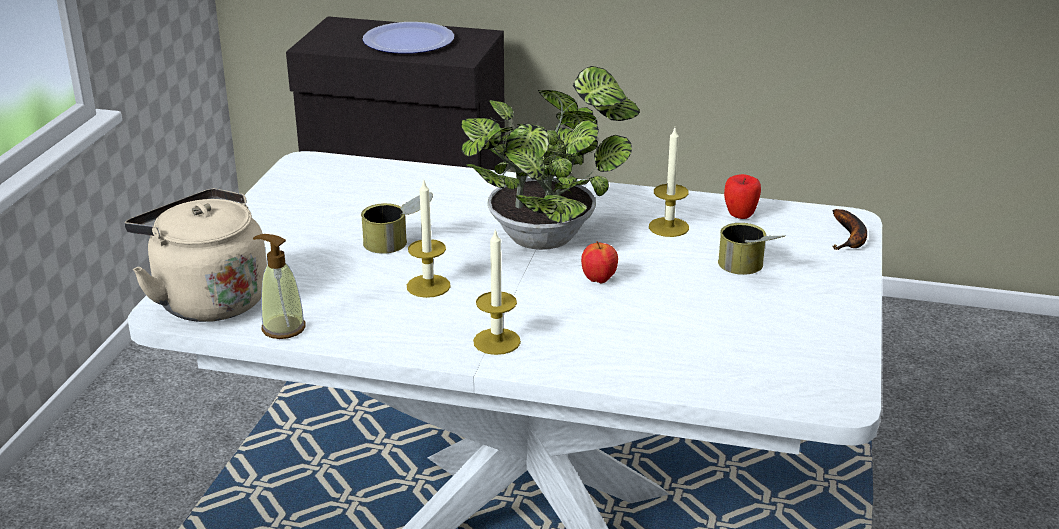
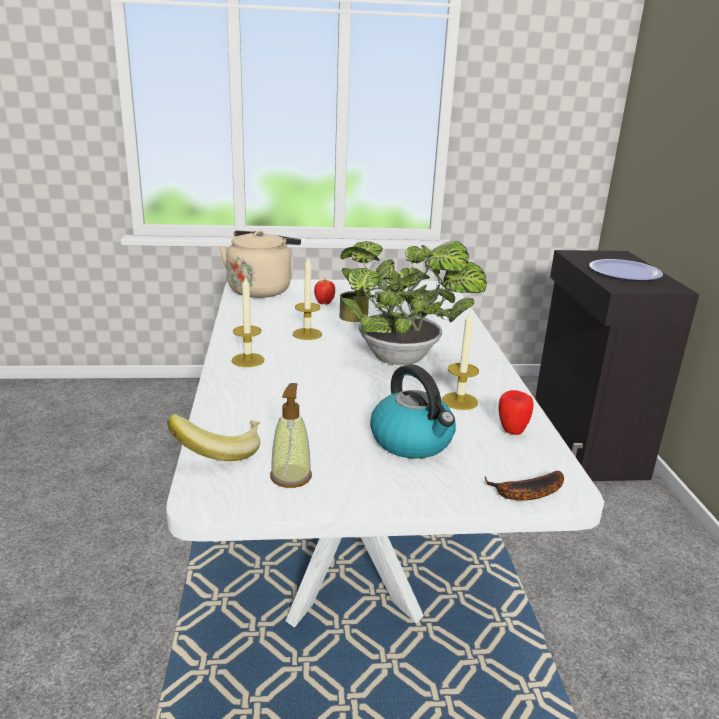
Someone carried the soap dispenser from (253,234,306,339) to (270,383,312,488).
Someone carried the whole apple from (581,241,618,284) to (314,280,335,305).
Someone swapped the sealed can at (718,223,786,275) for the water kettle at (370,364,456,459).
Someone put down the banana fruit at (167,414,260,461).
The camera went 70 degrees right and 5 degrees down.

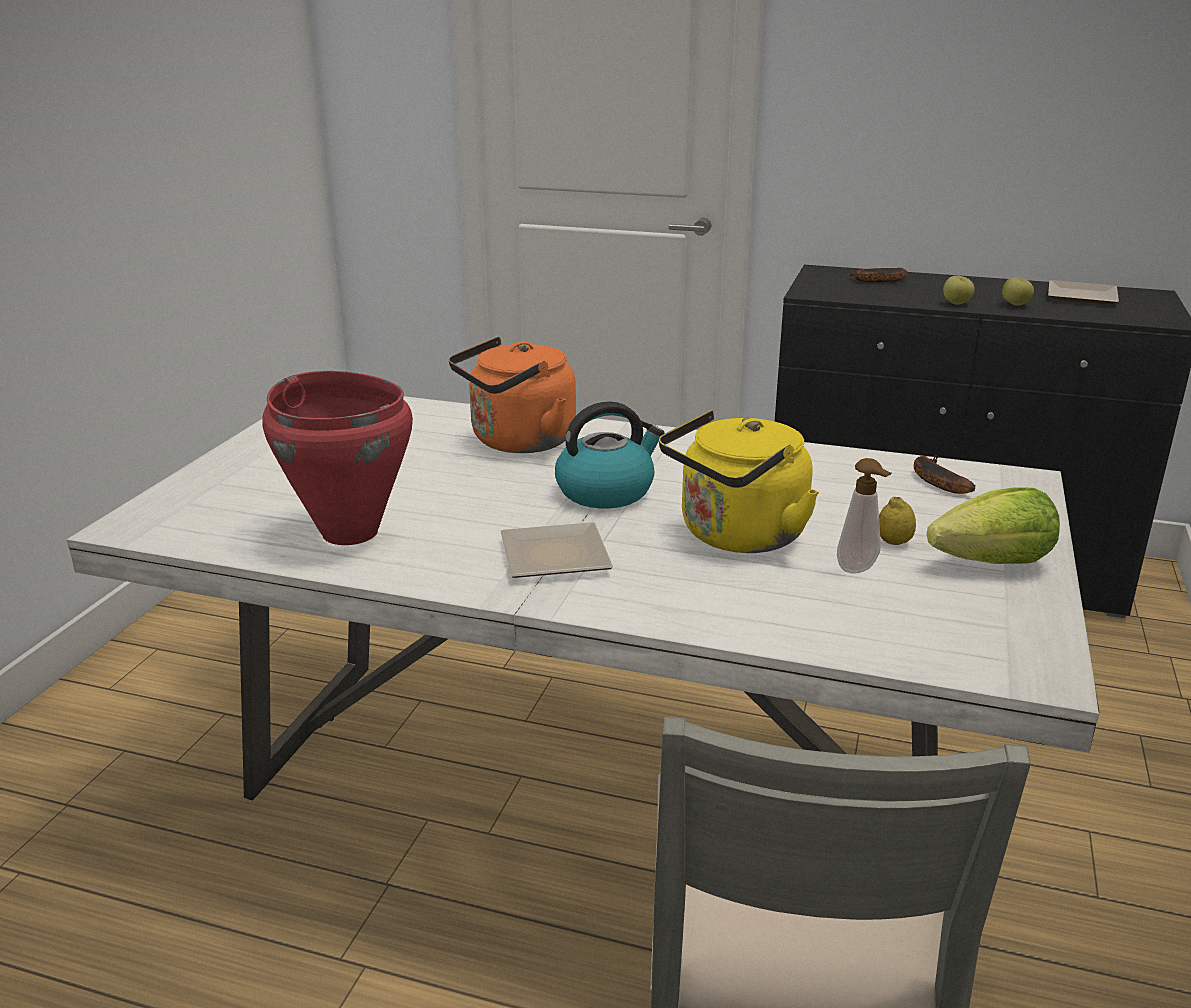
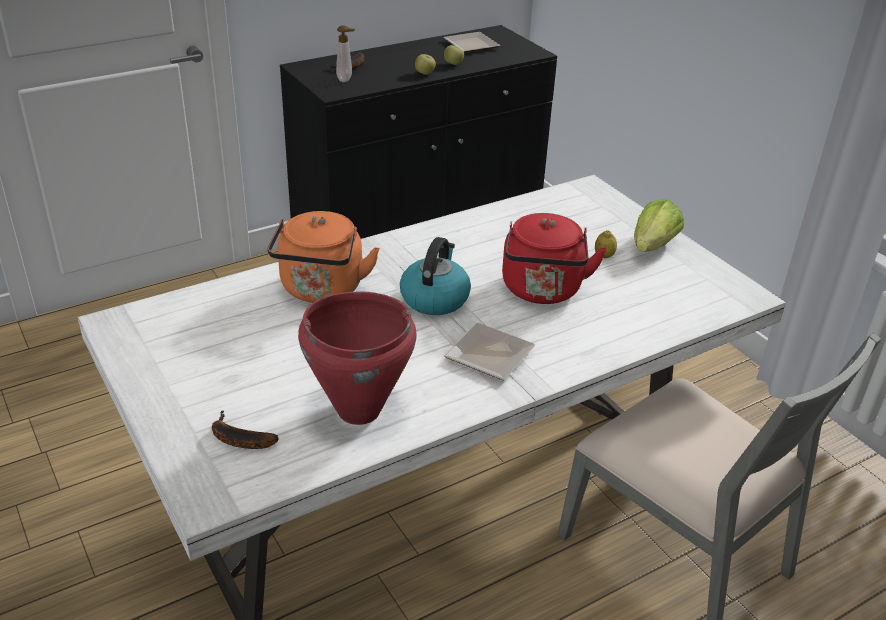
Someone repainted the yellowish water kettle at (659,410,819,553), which became the reddish water kettle at (502,213,607,304).
Someone carried the soap dispenser from (837,458,892,574) to (336,25,355,82).
Someone carried the banana fruit from (914,455,976,494) to (212,410,279,449).
The camera went 50 degrees left and 10 degrees up.

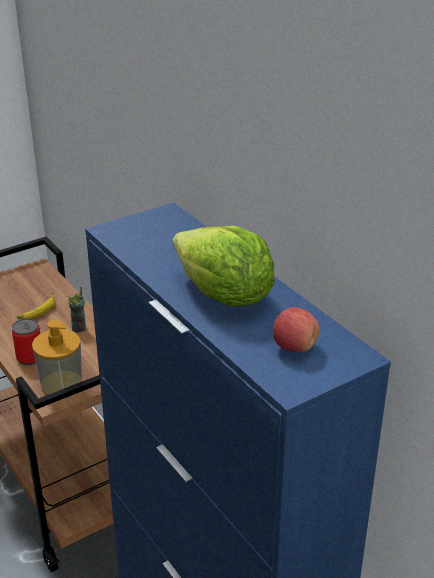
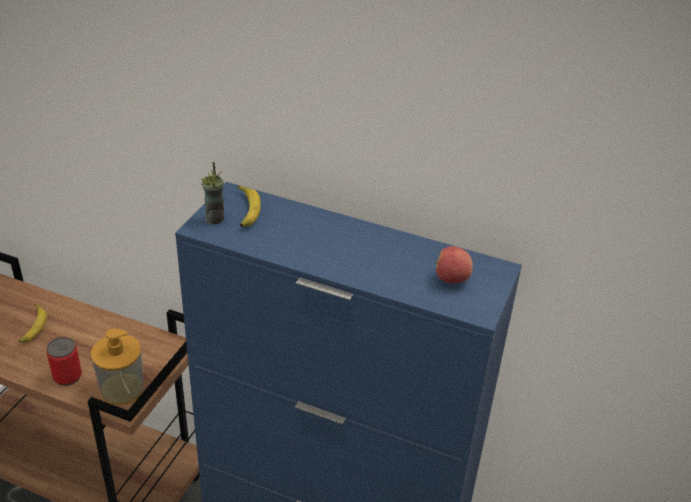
Someone carried the small cup from (68,287,86,333) to (200,162,224,224).
Someone took away the lettuce head at (173,226,275,307).
Someone put down the banana fruit at (238,185,261,227).
The camera went 35 degrees left and 5 degrees up.

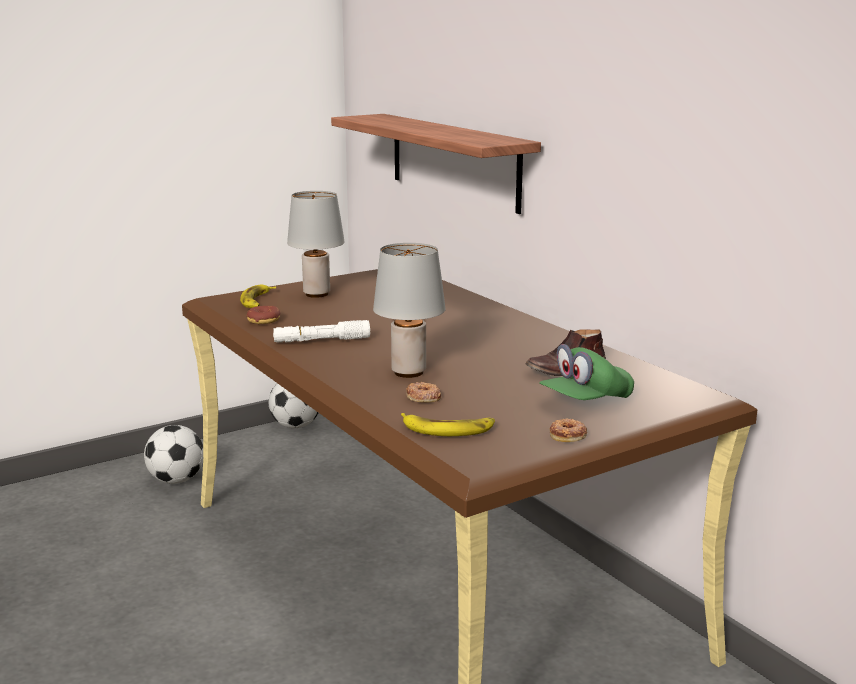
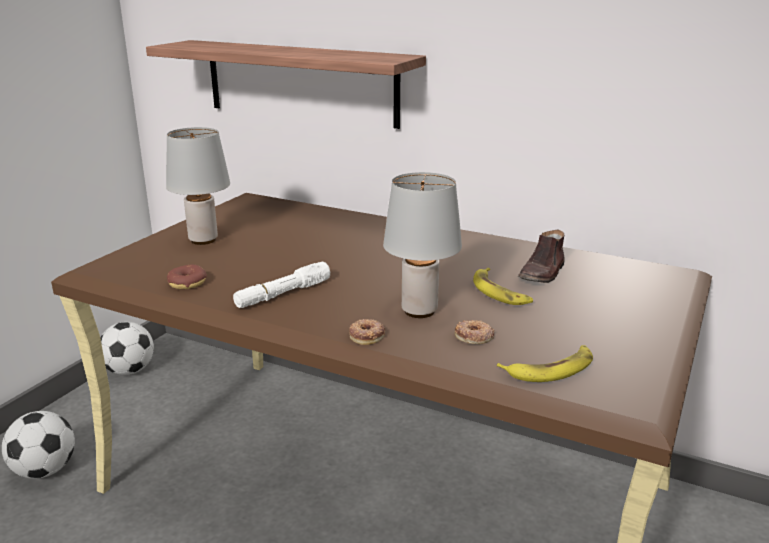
Someone carried the banana fruit from (240,285,276,308) to (473,268,533,305).
Someone took away the greenish baseball cap at (539,344,634,400).
Someone carried the ring doughnut from (550,418,587,442) to (349,319,385,345).
The camera went 30 degrees left and 5 degrees up.

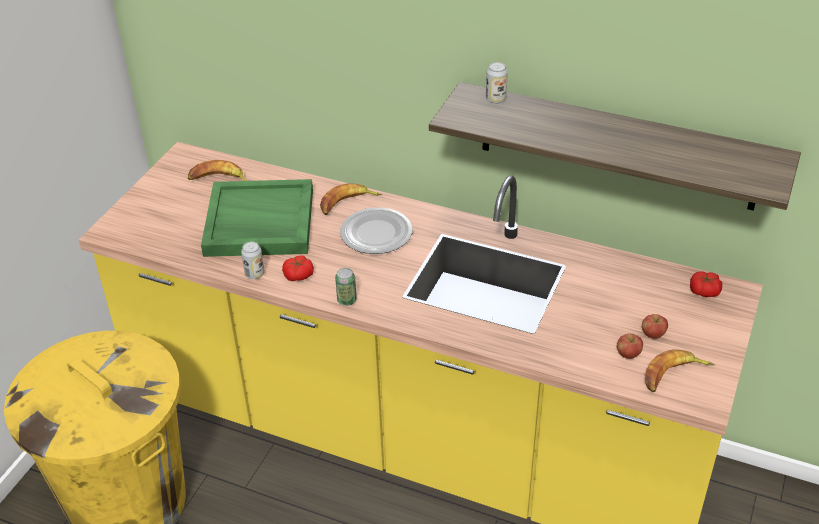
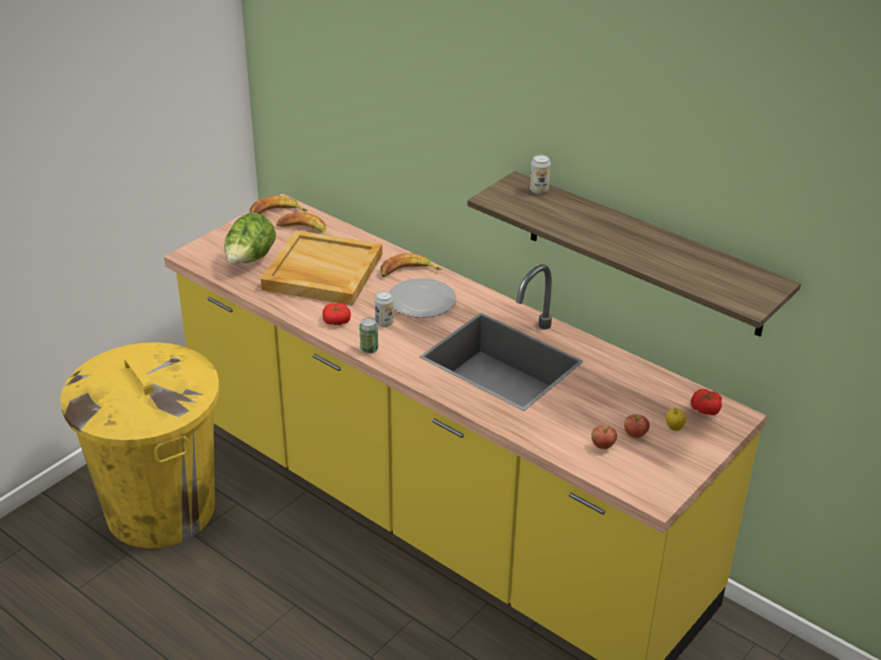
Someone repainted the greenish serving tray at (201,179,313,257), which became the sand-coloured serving tray at (261,230,382,306).
Someone carried the sealed can from (241,242,264,279) to (375,291,394,327).
Someone carried the banana fruit from (645,350,715,392) to (250,196,307,214).
Someone put down the lettuce head at (224,213,276,264).
Someone put down the whole apple at (665,407,686,431).
The camera went 15 degrees right and 5 degrees down.

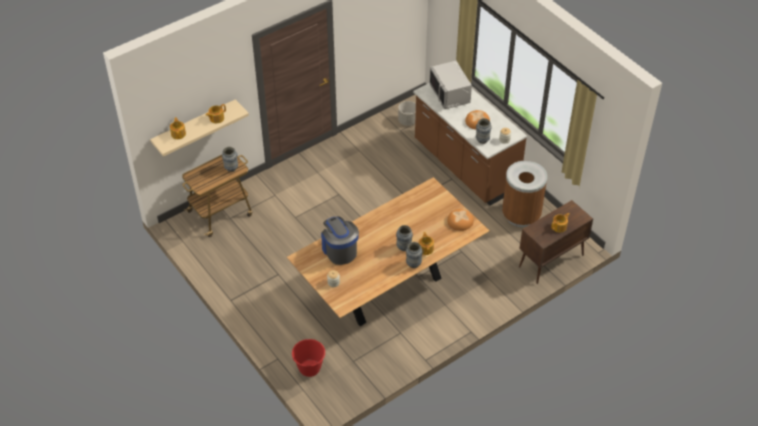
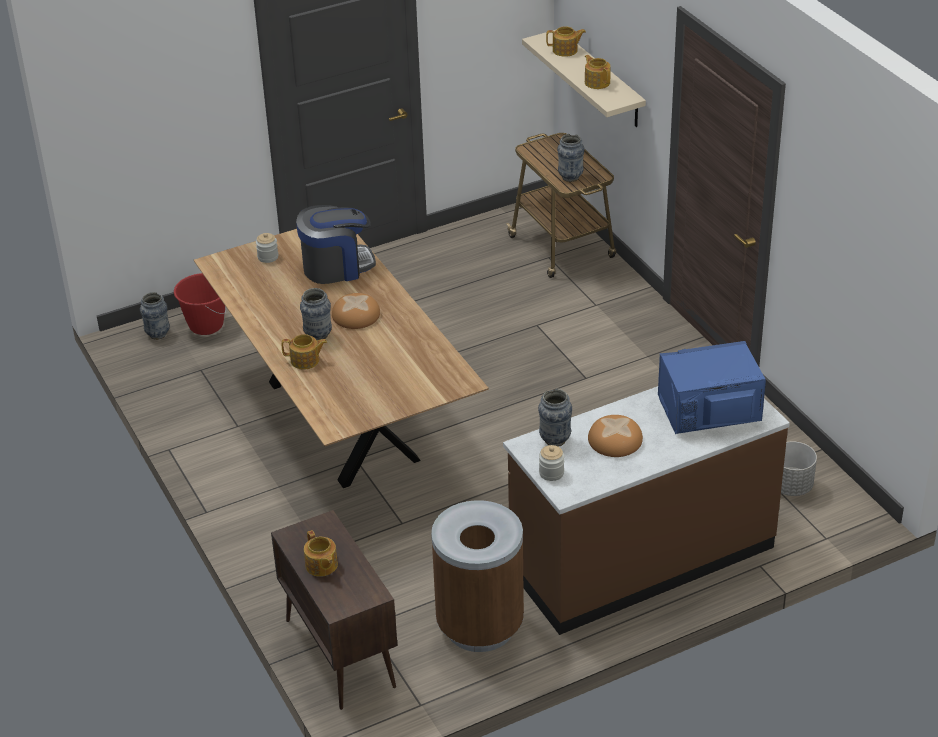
Someone carried the flower vase from (406,242,423,268) to (140,292,170,340).
Someone repainted the gray kitchen microwave at (429,61,472,109), which became the bluish kitchen microwave at (658,341,766,434).
Someone carried the bread from (447,209,474,231) to (332,293,380,329).
The camera went 100 degrees right and 10 degrees down.

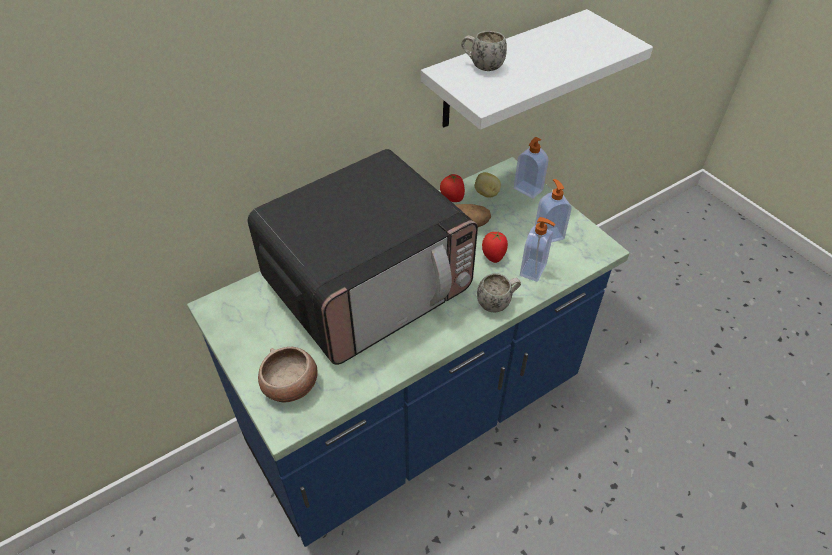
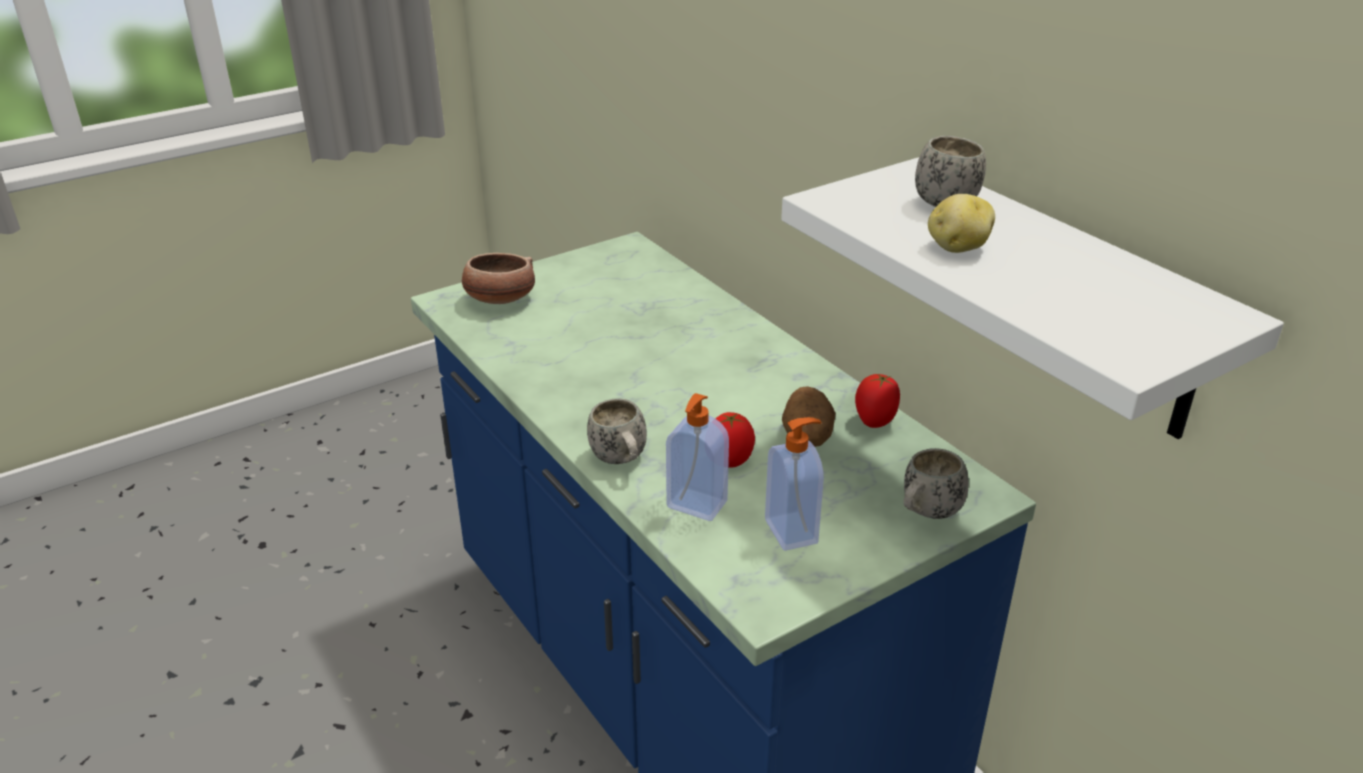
Someone took away the kitchen microwave at (248,149,478,365).
Someone carried the spud from (475,172,501,198) to (928,194,995,253).
Someone swapped the soap dispenser at (514,137,549,199) for the white-coloured mug at (904,448,969,519).
The camera went 90 degrees right and 15 degrees down.

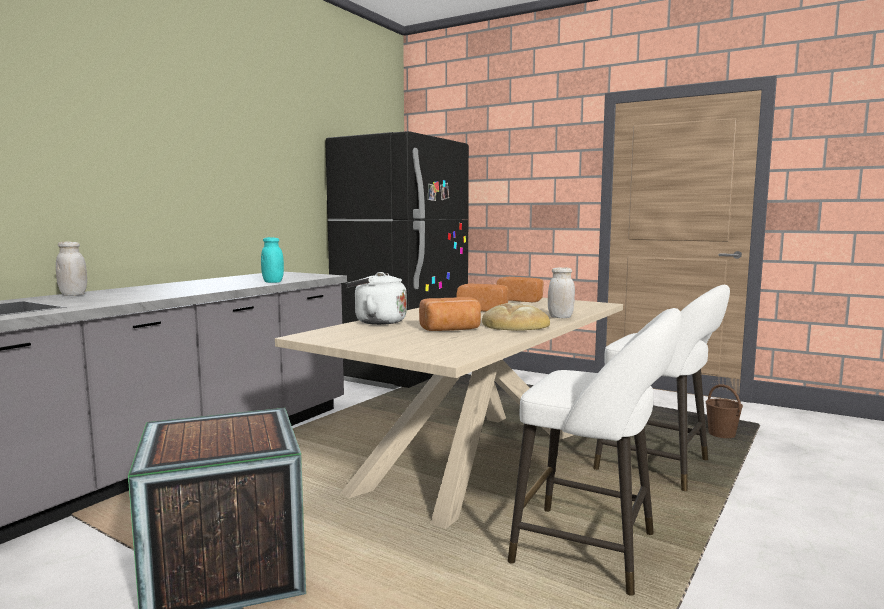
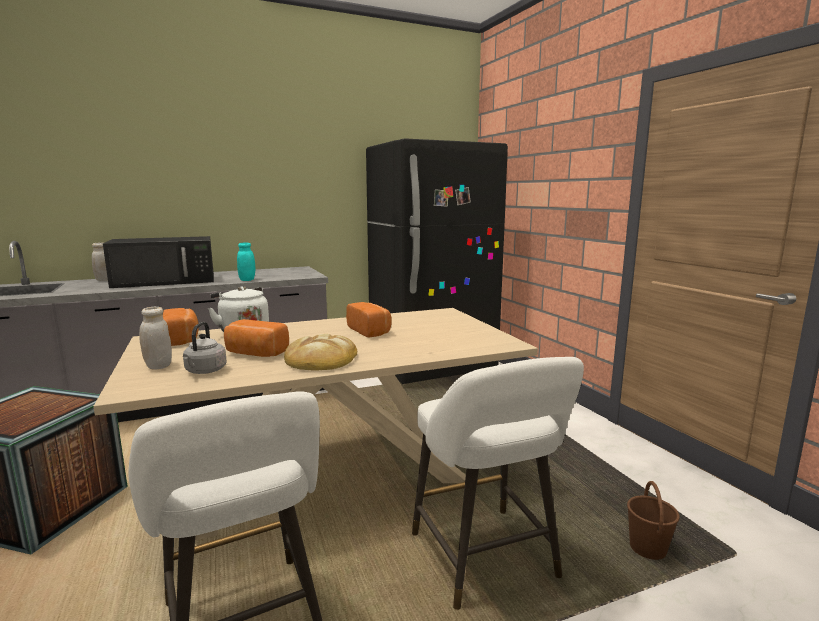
Someone carried the bread from (496,277,543,302) to (163,308,199,346).
Someone carried the white-coloured storage jar from (548,267,575,318) to (139,307,172,369).
Someone put down the black kitchen microwave at (103,236,214,288).
Someone put down the gray water kettle at (183,322,227,374).
The camera went 35 degrees right and 5 degrees up.

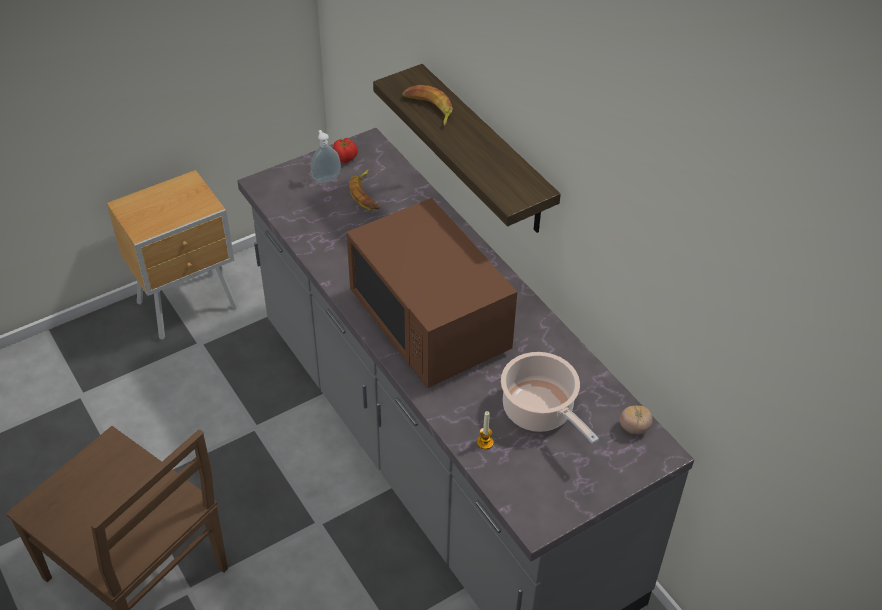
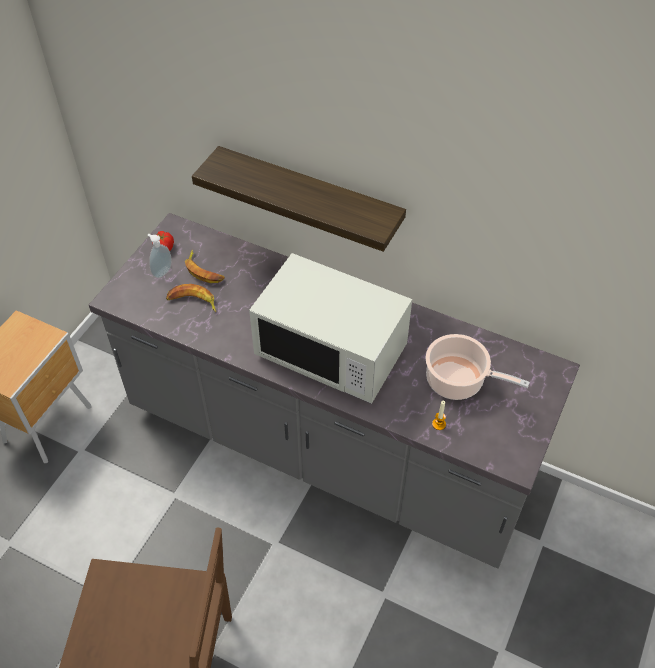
Someone repainted the brown-coloured kitchen microwave at (347,198,517,388), which became the white-coloured kitchen microwave at (249,253,412,404).
Someone carried the banana fruit from (402,85,453,126) to (166,284,216,312).
Someone took away the tomato at (620,406,653,434).
The camera went 30 degrees left and 5 degrees up.

